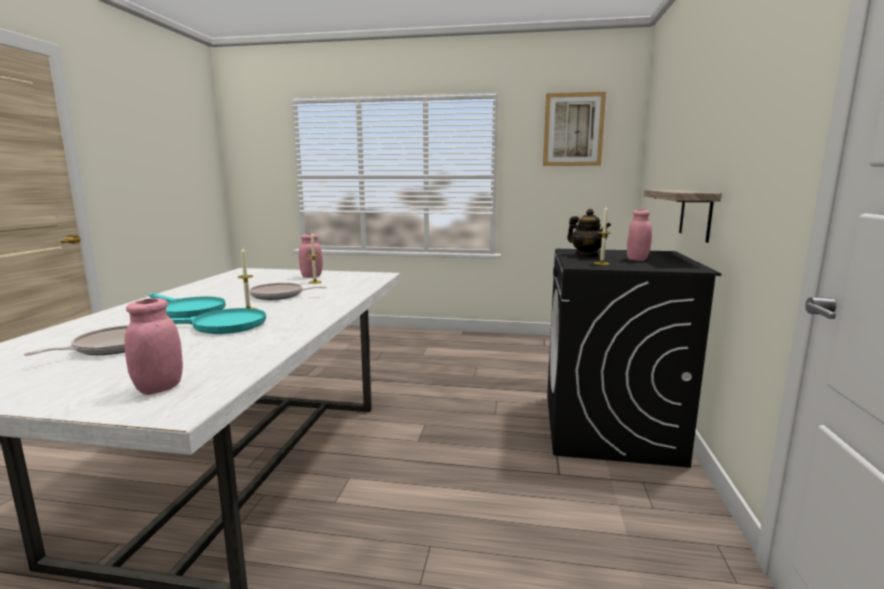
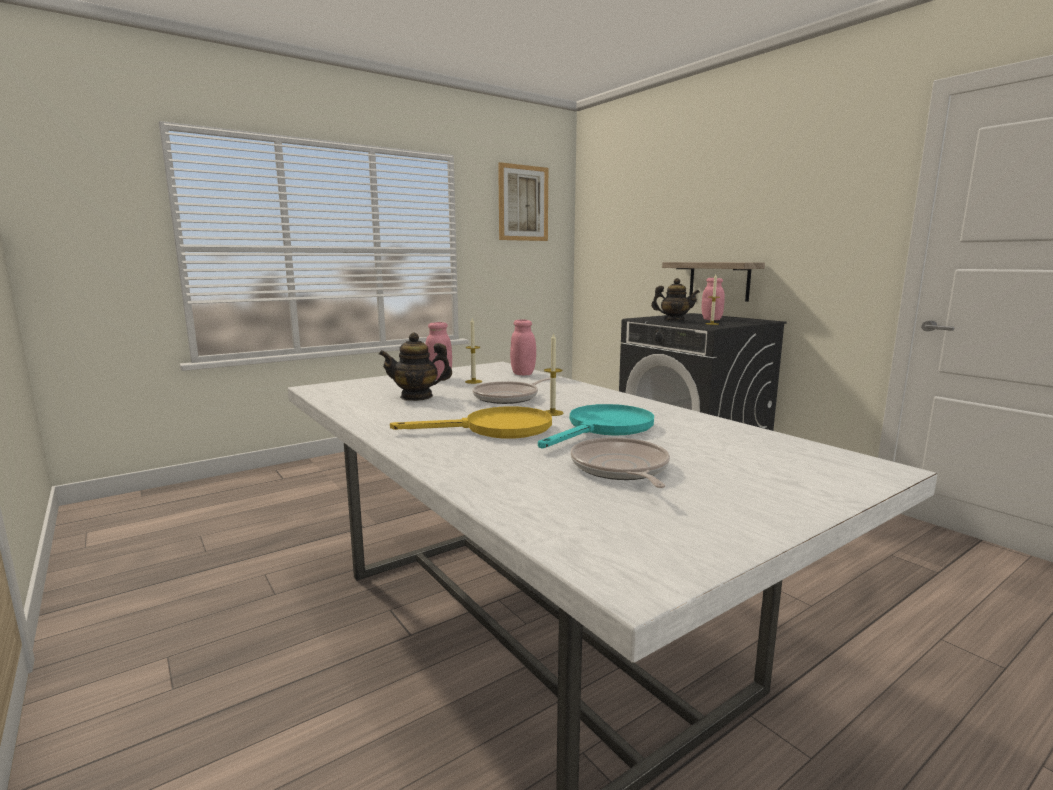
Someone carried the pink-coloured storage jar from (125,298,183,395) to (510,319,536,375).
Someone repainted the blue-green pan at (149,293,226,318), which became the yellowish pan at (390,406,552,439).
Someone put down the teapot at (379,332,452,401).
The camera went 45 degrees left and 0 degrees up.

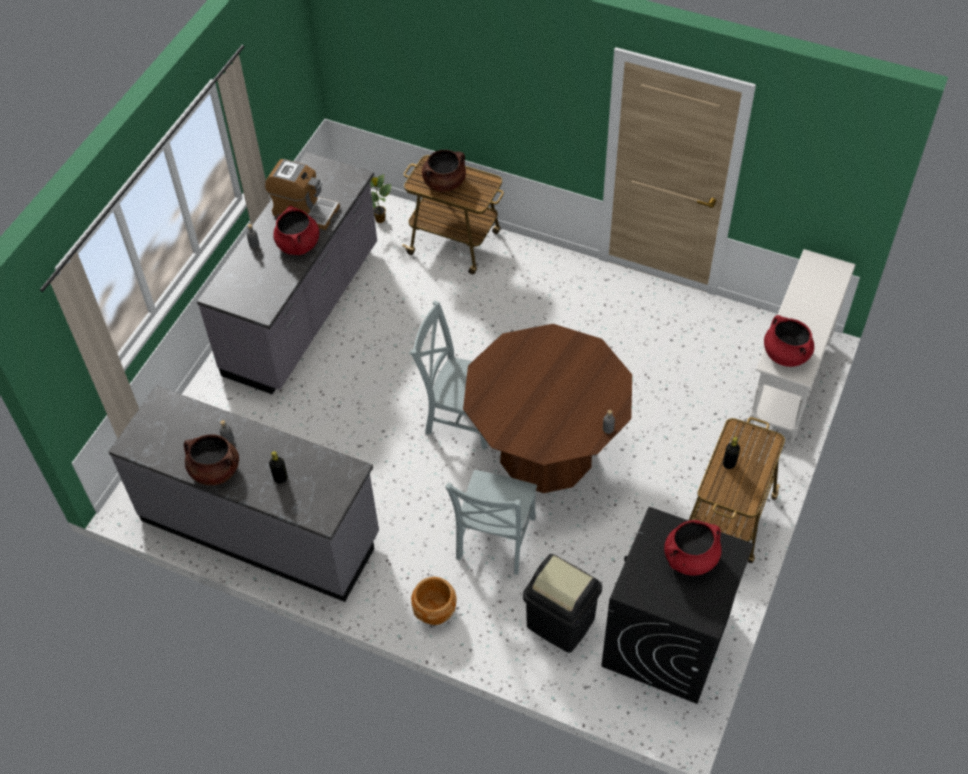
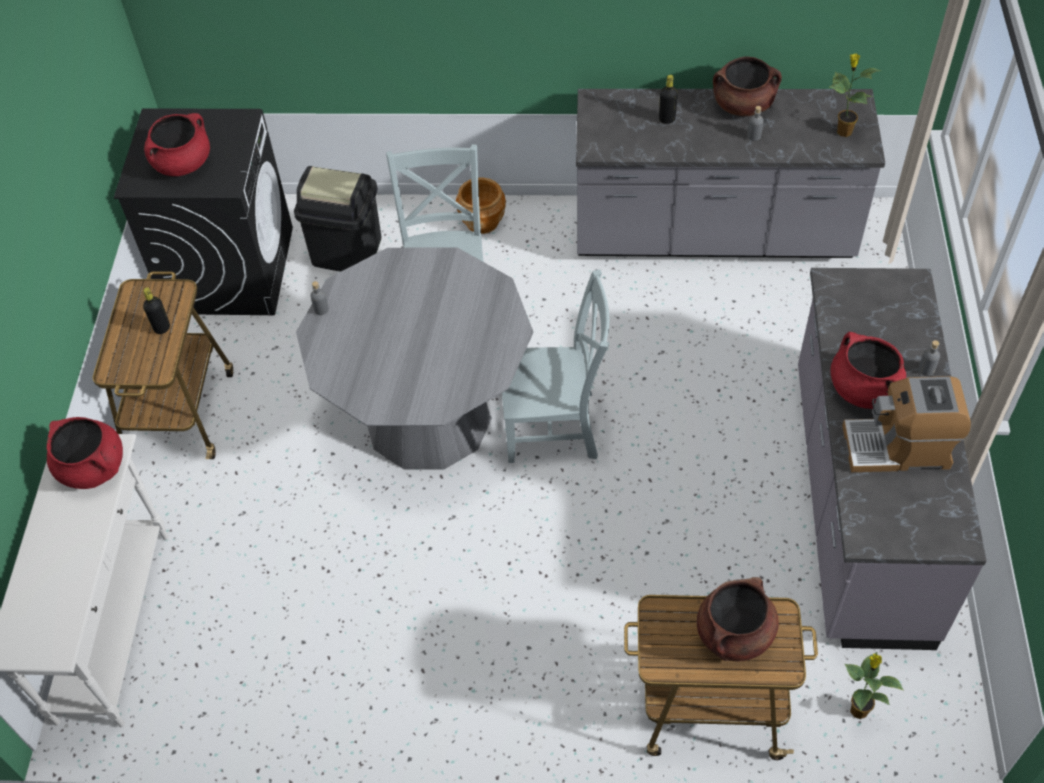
Someone repainted the brown-coloured dining table at (463,324,632,493), which became the gray dining table at (296,247,533,470).
Someone put down the plant in a pot at (829,53,881,137).
The camera went 160 degrees right and 0 degrees up.

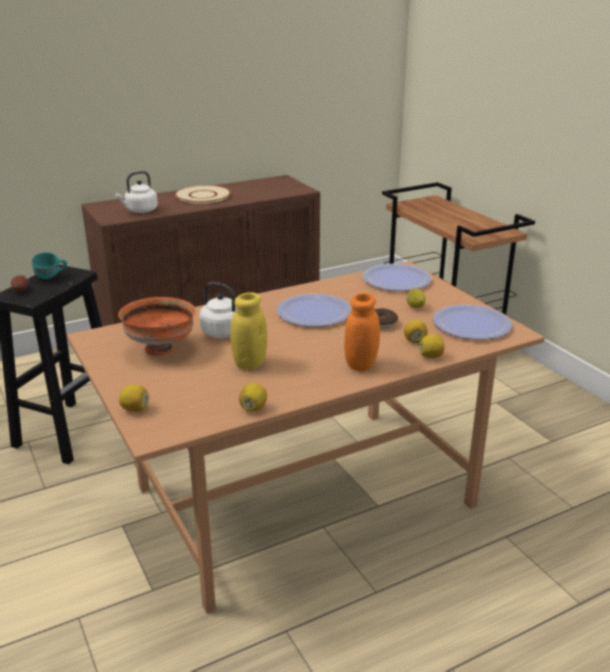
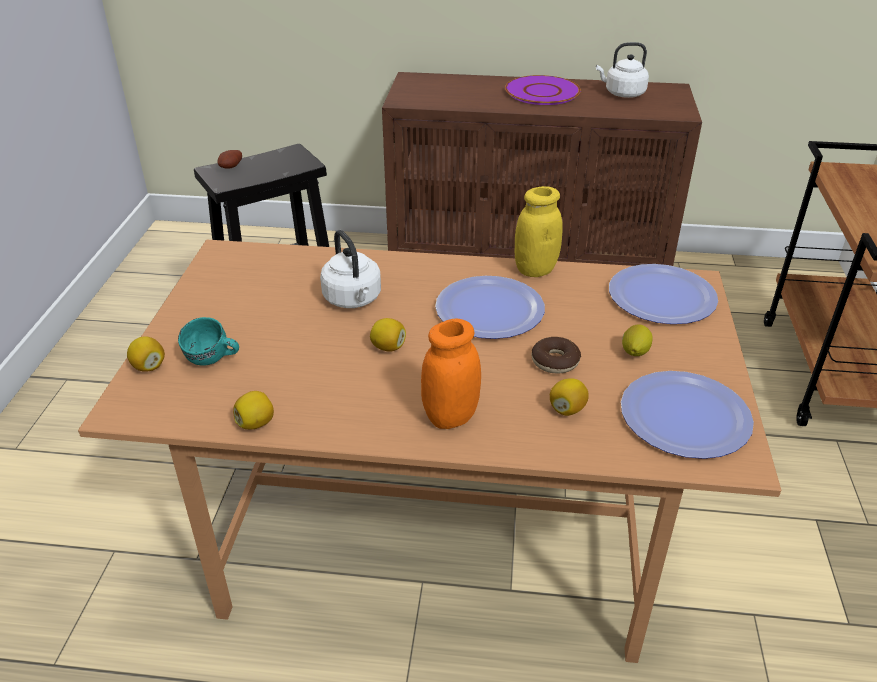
Someone carried the blue-green mug from (32,252,67,279) to (178,317,239,366).
Someone carried the white-coloured water kettle from (115,171,158,213) to (596,42,649,98).
Someone took away the orange serving bowl at (118,297,196,356).
Someone repainted the sand-coloured dinner plate at (175,185,231,204), which became the purple dinner plate at (505,75,581,105).
Someone carried the yellowish storage jar from (230,292,267,370) to (515,186,562,277).
Someone carried the whole lemon from (419,334,445,358) to (370,318,406,351).
The camera went 35 degrees right and 10 degrees up.

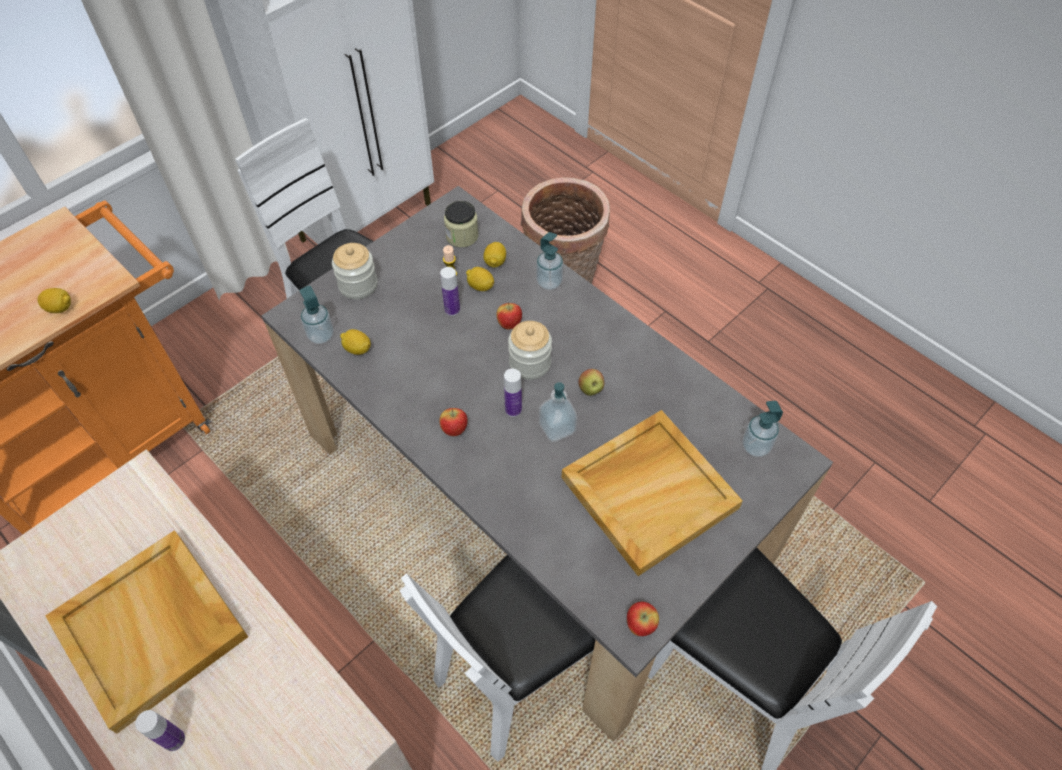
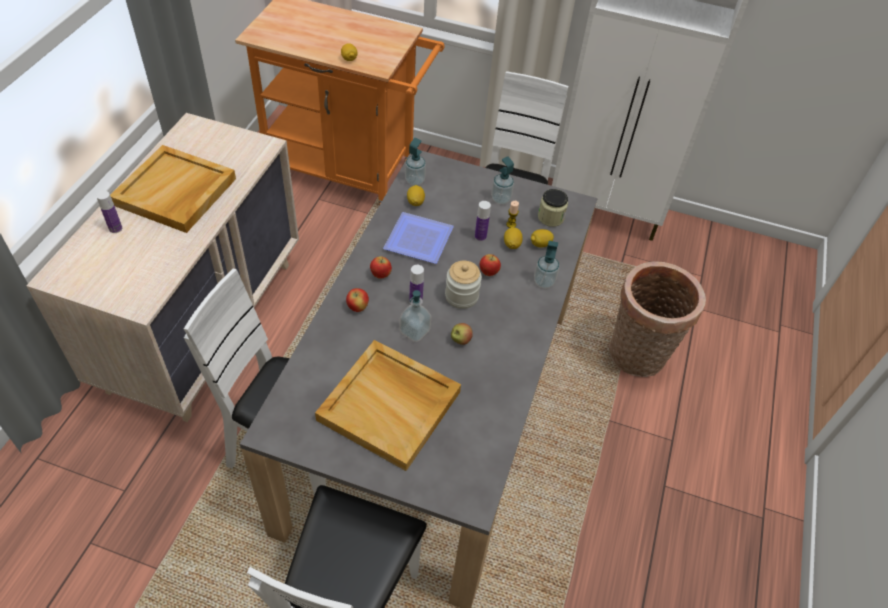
Someone took away the storage jar at (332,243,377,299).
Someone carried the whole apple from (627,602,659,636) to (346,288,369,312).
Someone carried the soap dispenser from (742,401,783,457) to (491,156,514,204).
Someone put down the dinner plate at (383,212,454,264).
The camera went 60 degrees right and 5 degrees down.

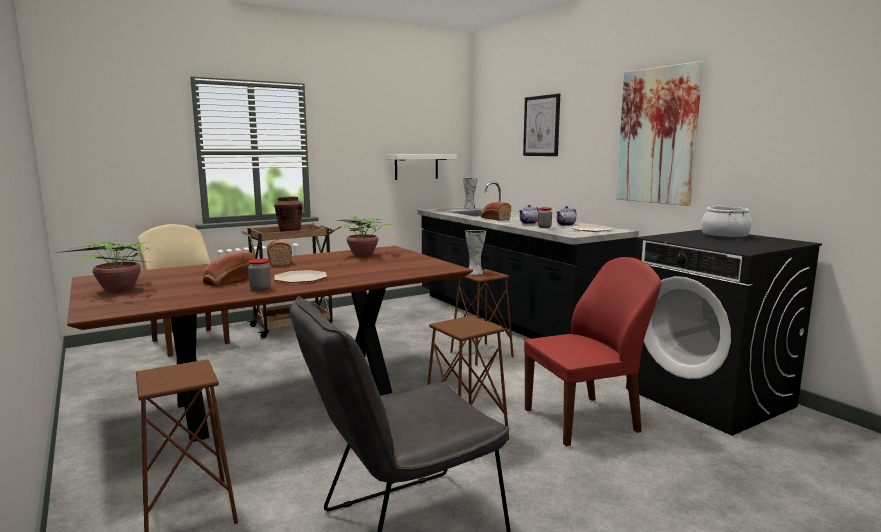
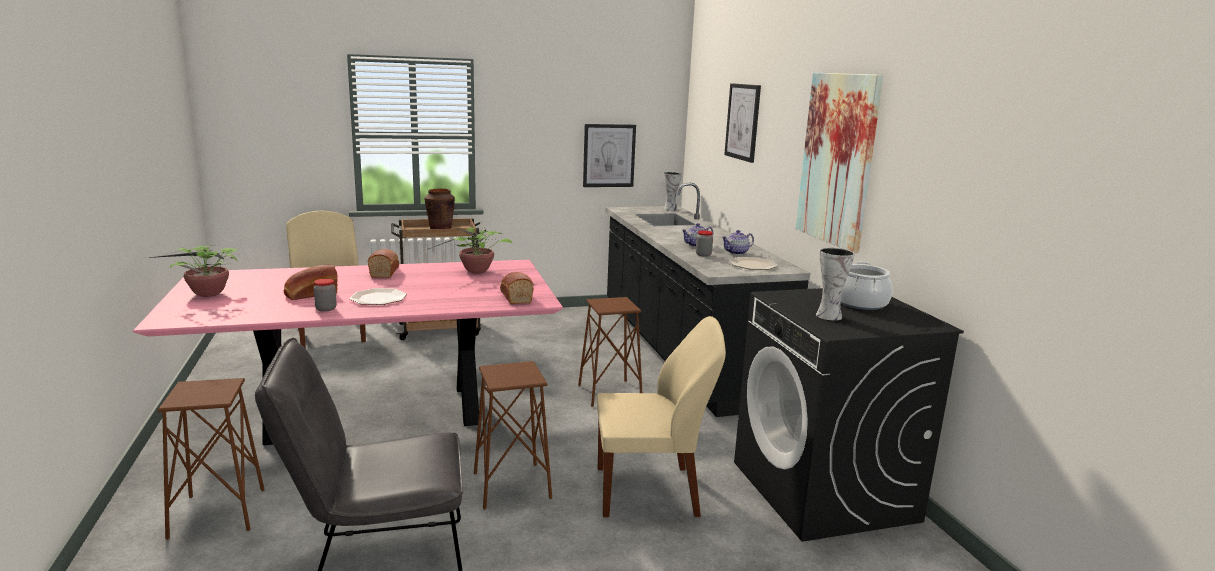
Someone repainted the brown-coloured dining table at (67,246,473,442), which became the pink-coloured dining table at (133,260,563,445).
Someone swapped the white-coloured bracket shelf at (386,154,457,180) for the wall art at (583,124,636,187).
Someone carried the flower vase from (465,230,486,275) to (816,247,855,320).
Someone carried the bread from (481,202,511,221) to (500,272,534,304).
Someone repainted the reddish plain chair at (524,257,661,446), which became the sand-coloured plain chair at (597,316,726,517).
The camera went 15 degrees right and 5 degrees up.

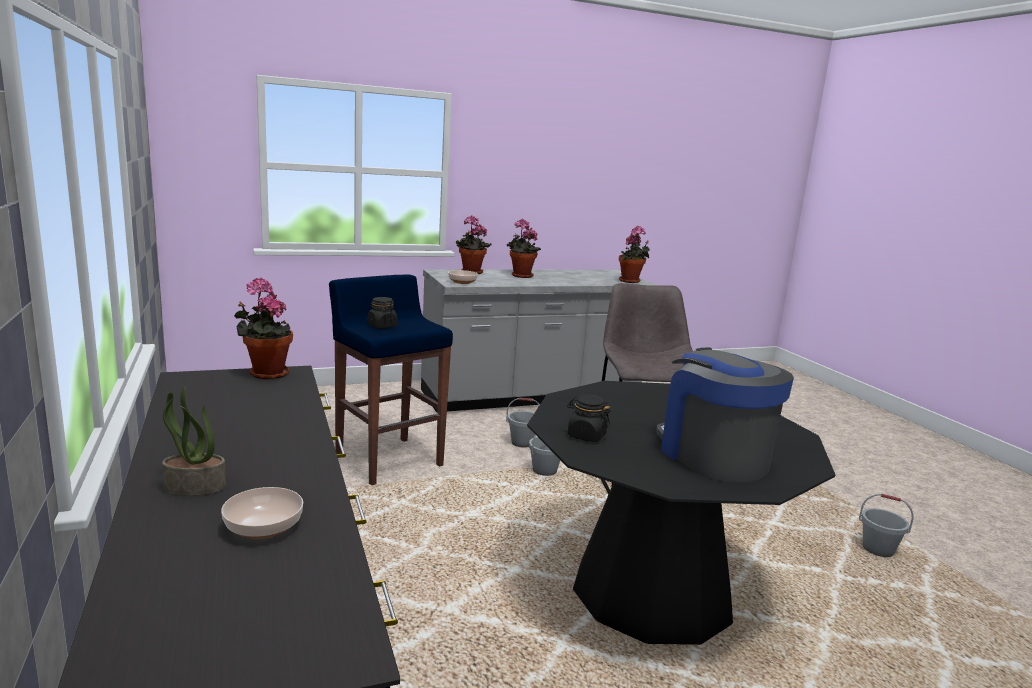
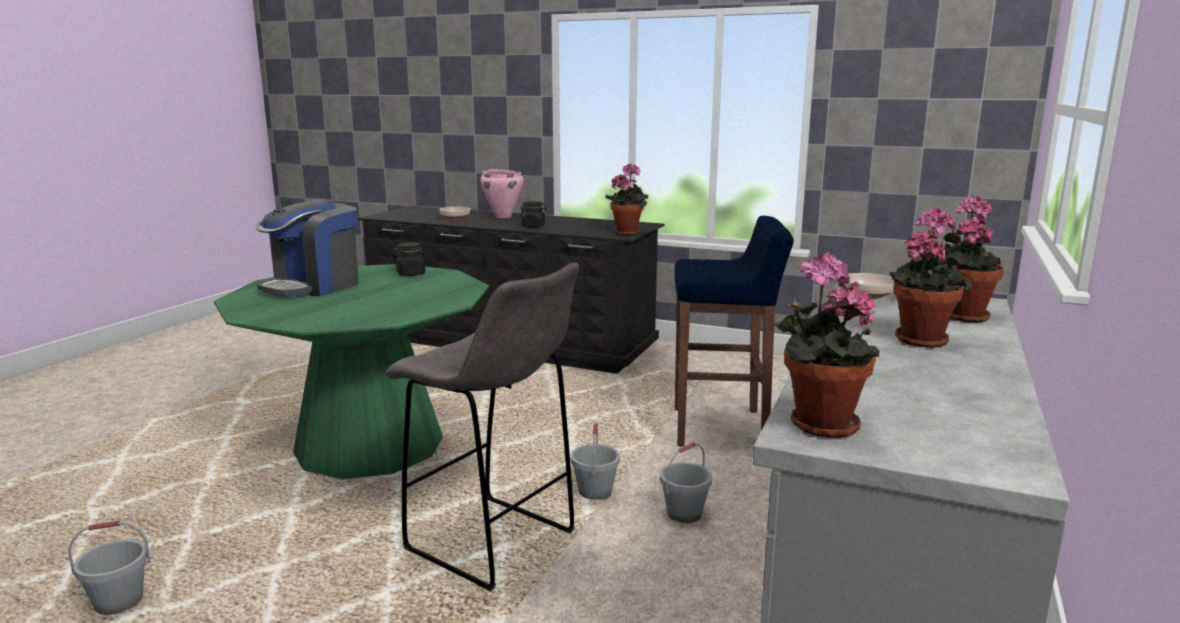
Someone swapped the plant in a pot at (162,386,226,496) for the pink-coloured saucepot at (481,169,524,218).
Someone carried the black storage jar from (368,297,397,329) to (520,201,547,228).
Someone repainted the black dining table at (527,381,835,645), which became the greenish dining table at (214,264,489,479).
Someone rotated the coffee brewer at (656,347,794,482) by 105 degrees clockwise.
The camera went 135 degrees right and 0 degrees up.

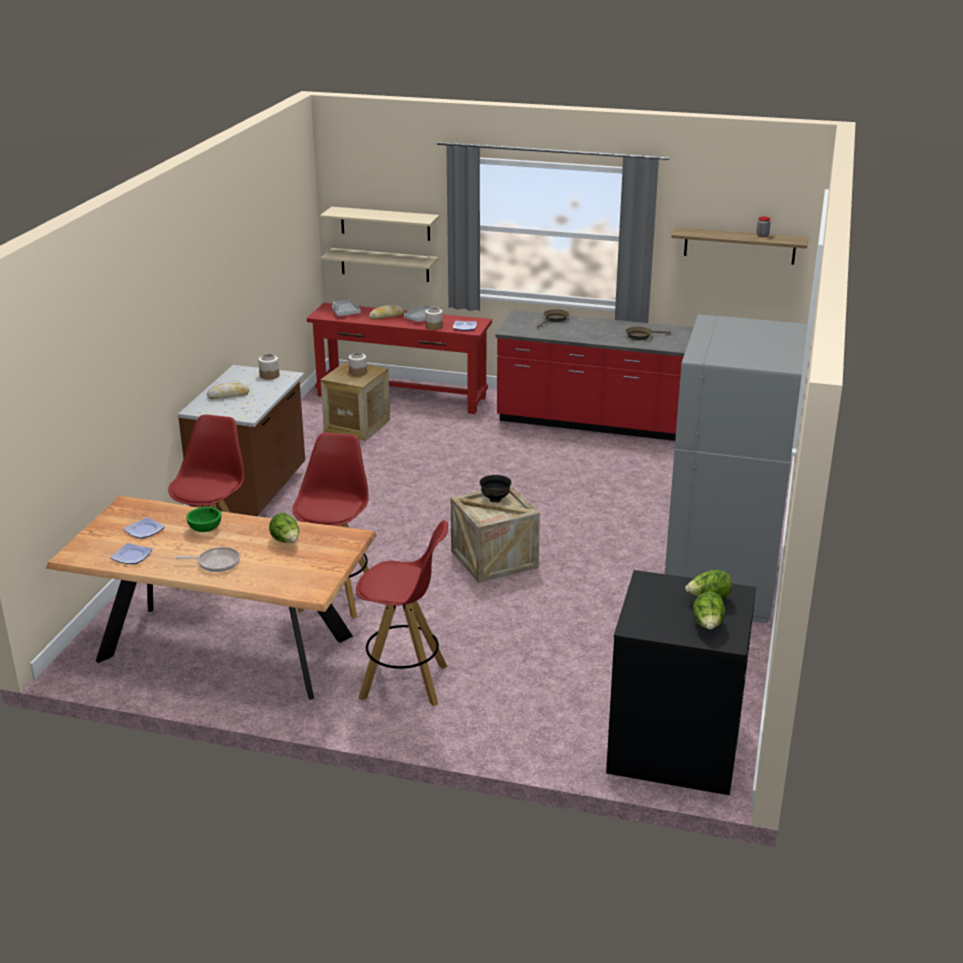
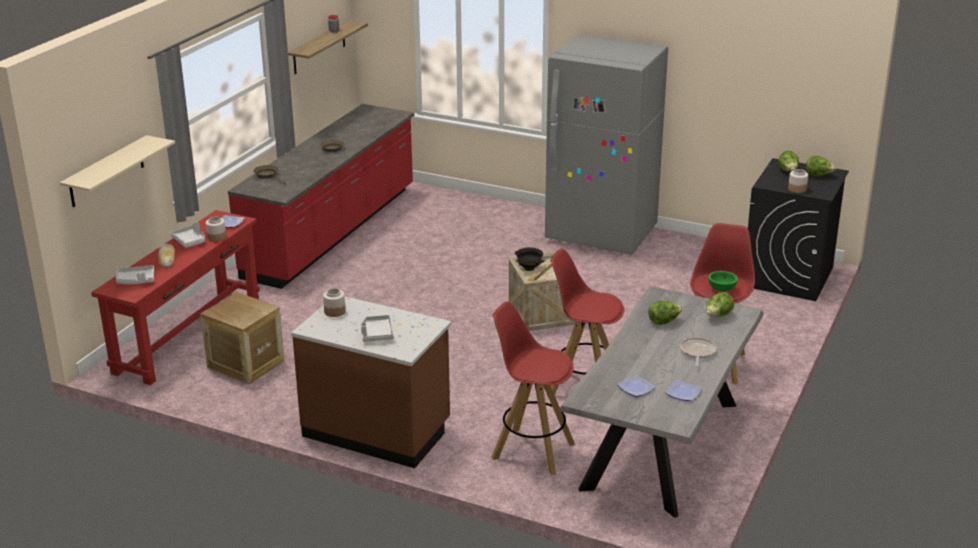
Someone repainted the brown-coloured dining table at (46,496,377,700), which became the gray dining table at (558,286,764,518).
Someone carried the greenish serving bowl from (186,507,221,532) to (709,271,738,292).
Someone swapped the bread at (207,382,250,399) for the gray serving tray at (361,315,394,342).
Someone took away the sand-coloured bracket shelf at (321,248,438,282).
Someone carried the storage jar from (348,352,367,376) to (788,169,808,193).
Someone put down the lettuce head at (706,292,734,317).
The camera went 80 degrees left and 0 degrees up.

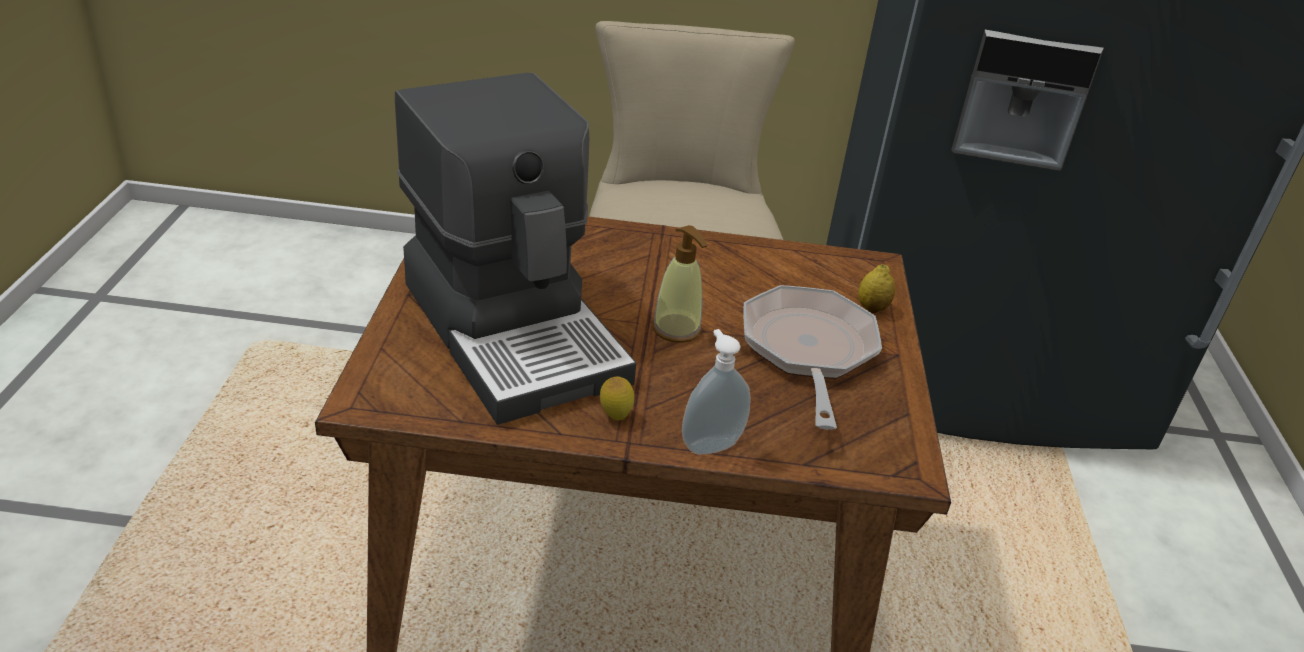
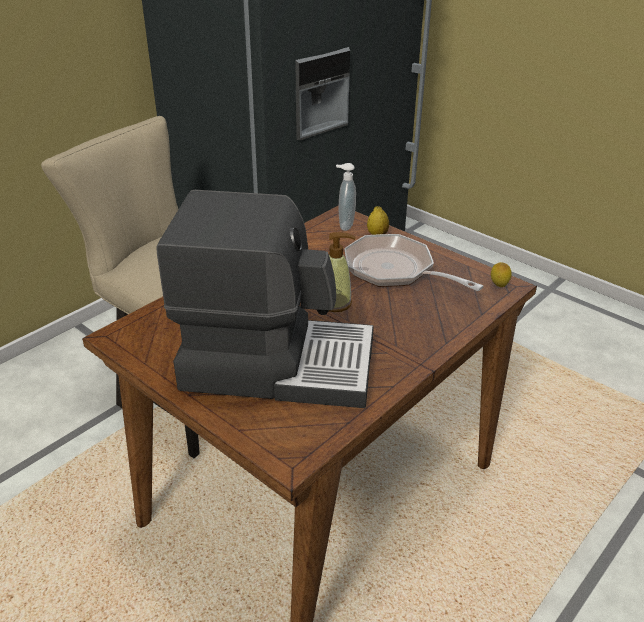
Someone carried the whole lemon from (600,376,634,421) to (491,262,512,287).
Someone carried the soap dispenser from (682,329,751,455) to (336,163,356,231).
The camera went 50 degrees left and 0 degrees up.

